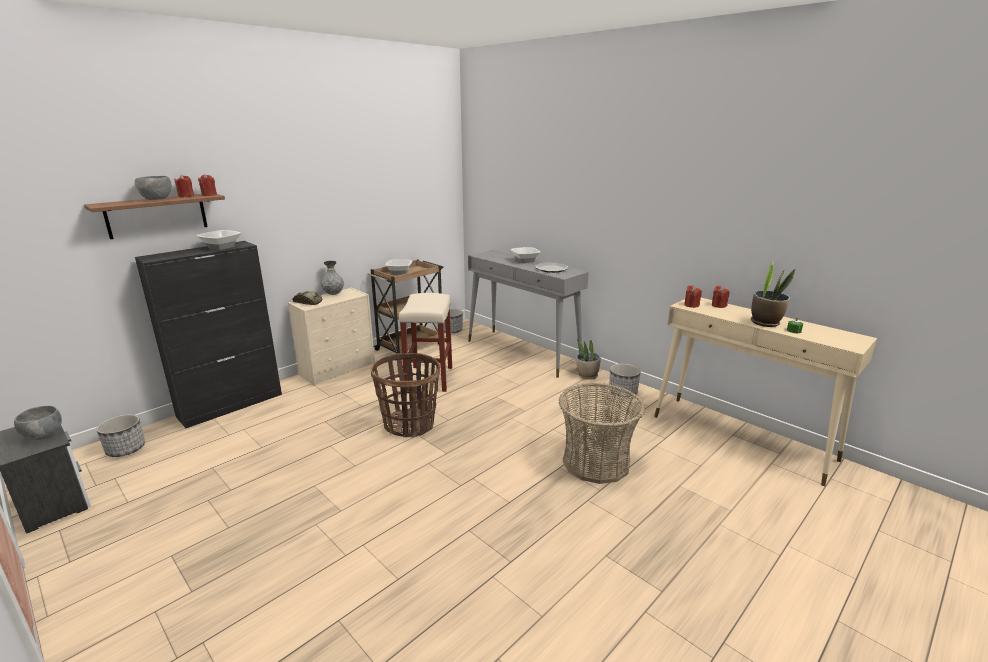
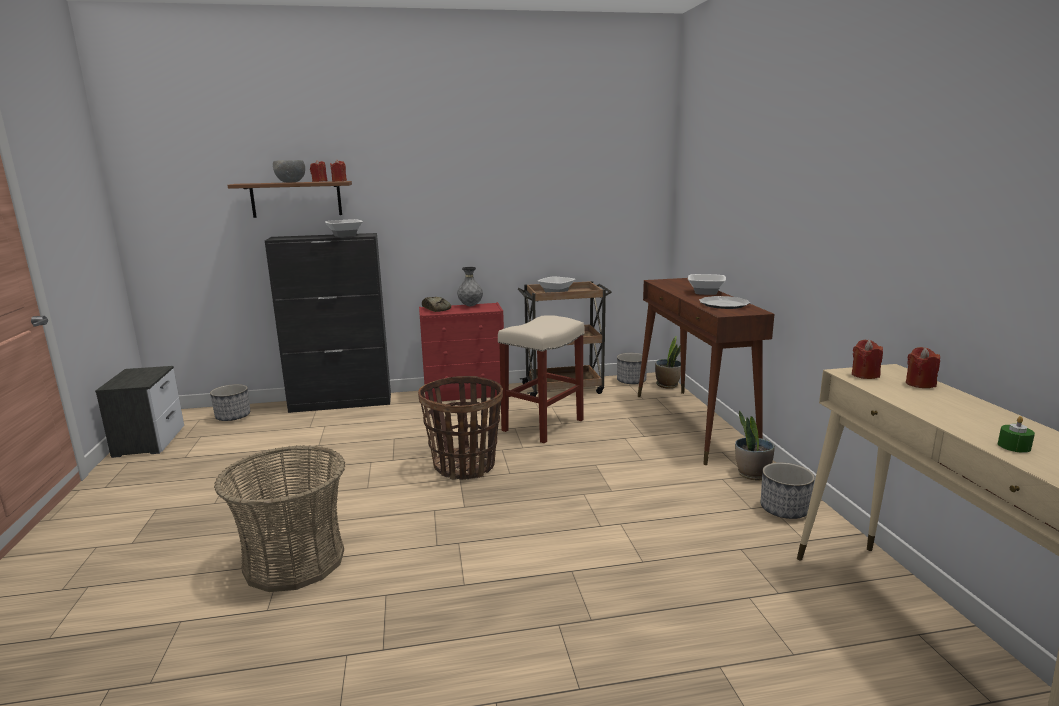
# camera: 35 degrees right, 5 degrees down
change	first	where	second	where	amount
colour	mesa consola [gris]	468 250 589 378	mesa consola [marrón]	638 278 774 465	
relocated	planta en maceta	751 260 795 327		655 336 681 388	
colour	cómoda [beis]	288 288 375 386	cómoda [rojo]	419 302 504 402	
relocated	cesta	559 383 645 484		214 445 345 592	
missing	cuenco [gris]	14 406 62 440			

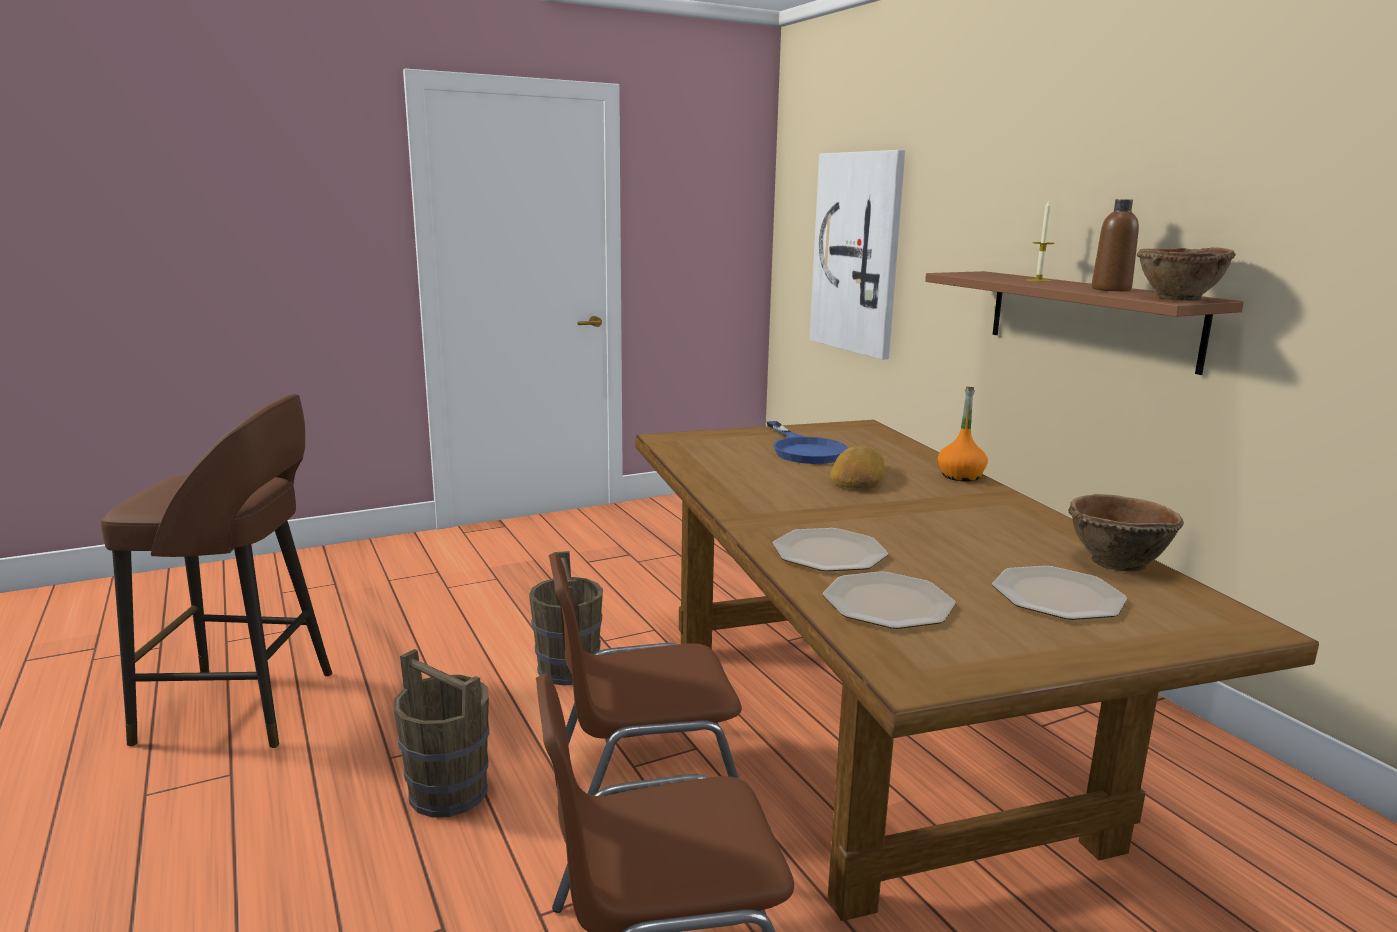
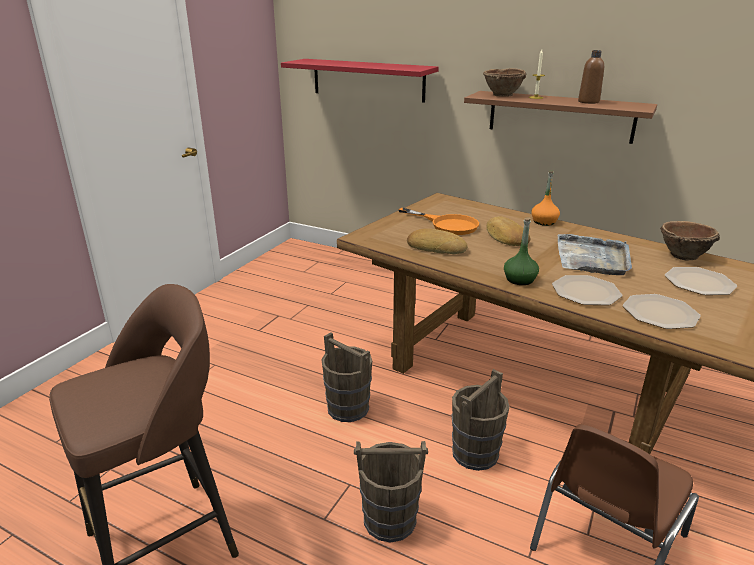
# camera: 35 degrees left, 10 degrees up
change	first	where	second	where	amount
exchanged	cuadro	810 150 905 360	estante [rojo]	281 59 439 103	
relocated	cuenco [marrón]	1137 247 1236 301		483 68 526 97	
colour	sartén [azul]	767 421 848 464	sartén [naranja]	398 208 479 235	
exchanged	silla [marrón]	549 552 742 796	cubo [marrón]	452 369 509 471	
appeared			botella [verde]	504 217 539 285	
appeared			pan	407 229 467 254	
appeared			bandeja [gris]	558 234 632 275	

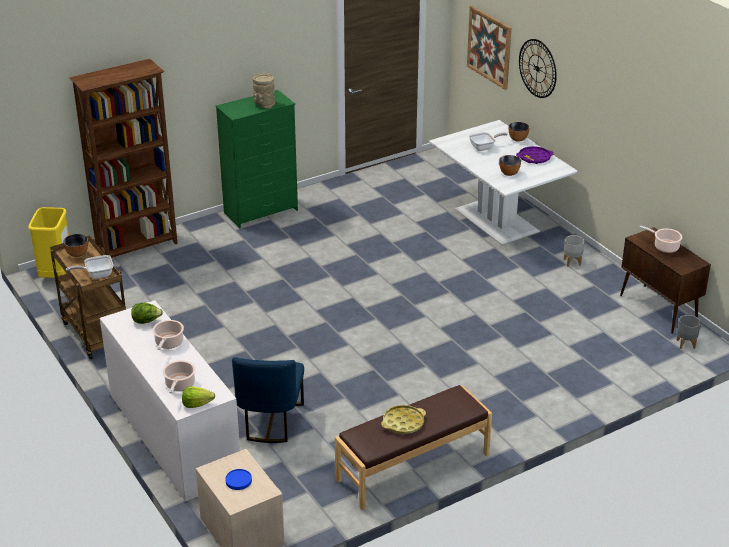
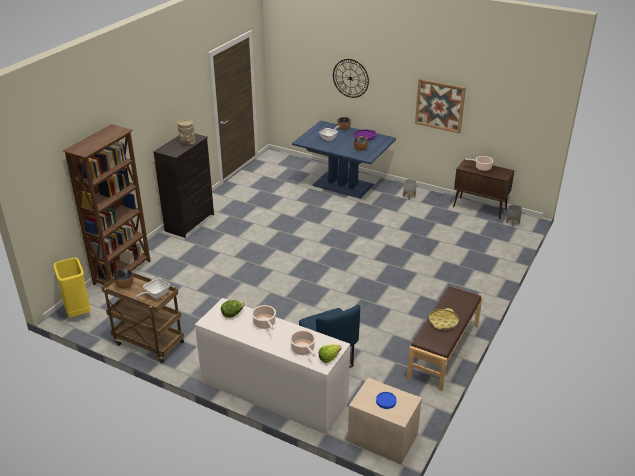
# camera: 30 degrees left, 0 degrees up
change	first	where	second	where	amount
relocated	cuadro	467 6 511 90		415 79 466 133	
colour	cómoda [verde]	216 90 298 228	cómoda [negro]	153 134 214 238	
colour	mesa de comedor [blanco]	429 120 577 245	mesa de comedor [azul]	292 121 396 199	

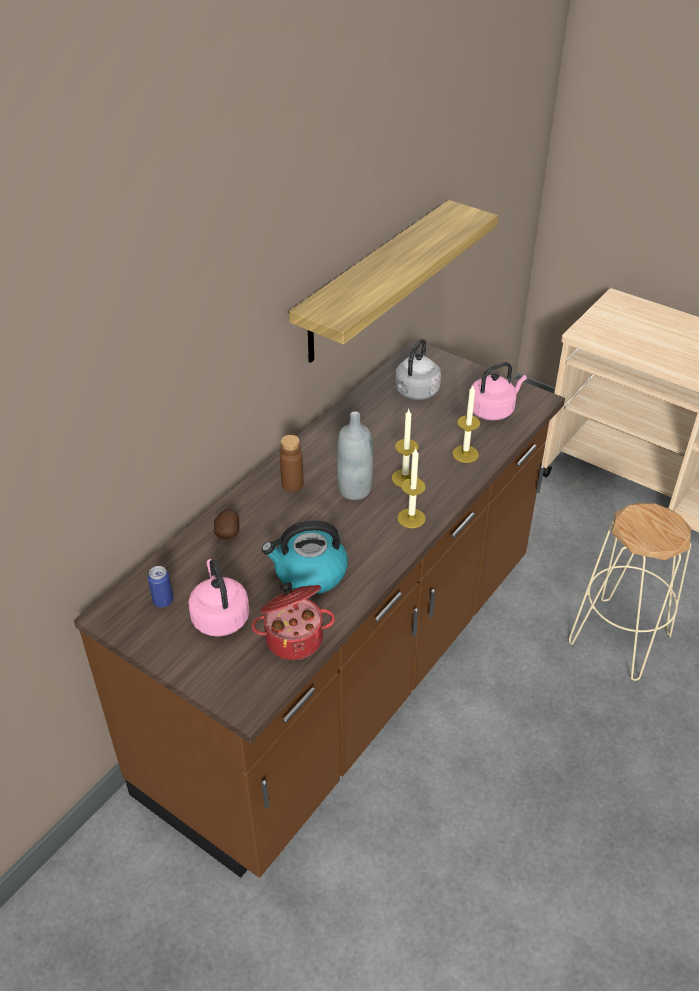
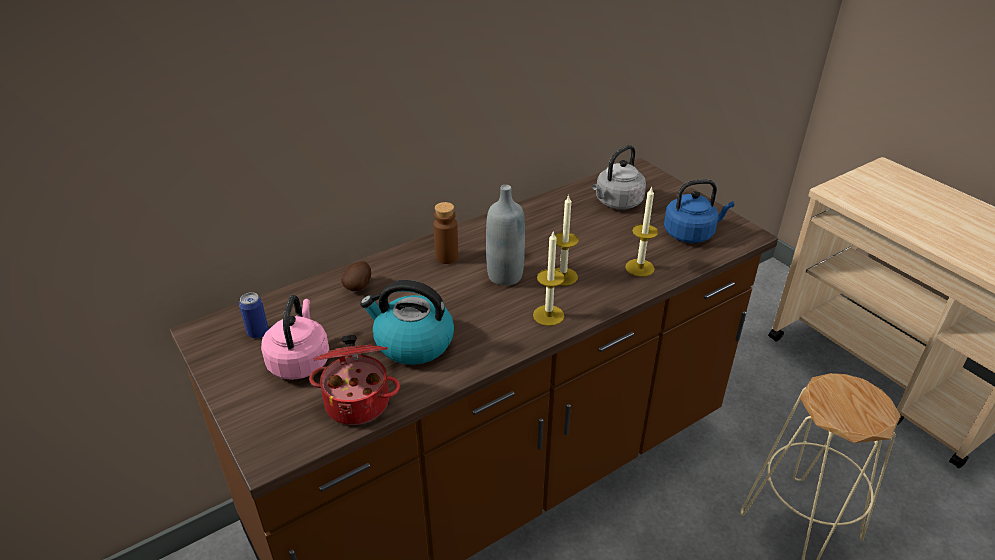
# camera: 20 degrees right, 5 degrees down
change	first	where	second	where	amount
missing	estante	289 200 498 363			
colour	hervidor [rosa]	470 362 527 420	hervidor [azul]	664 179 734 243	

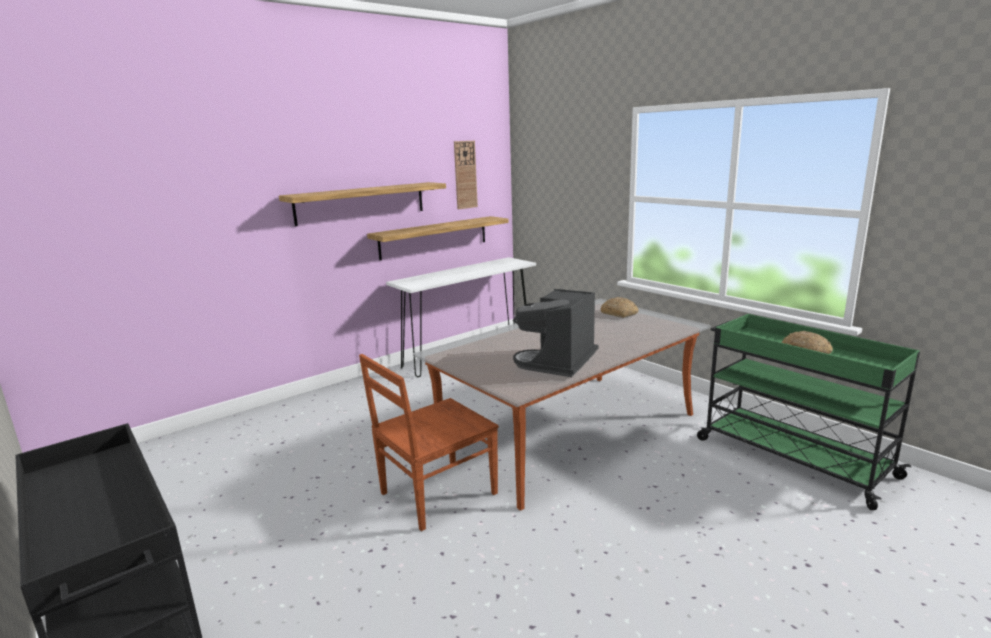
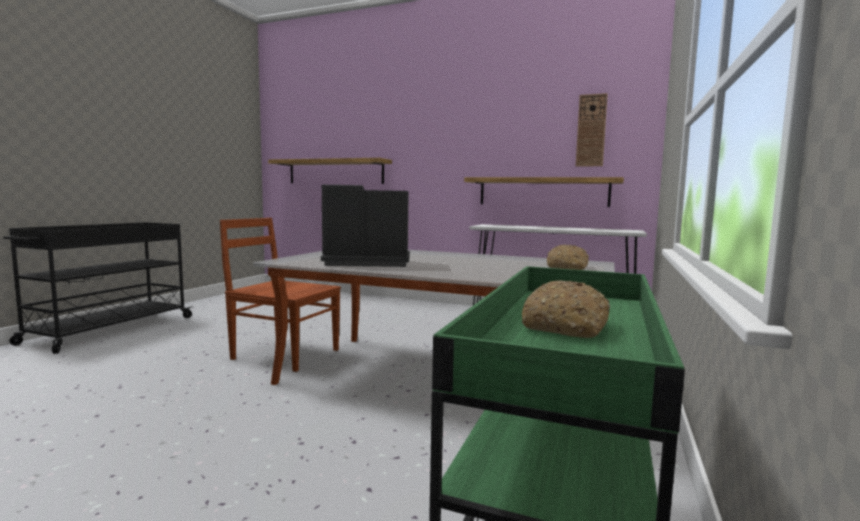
# camera: 60 degrees right, 10 degrees down
change	first	where	second	where	amount
relocated	estante	279 182 446 226		268 158 392 184	

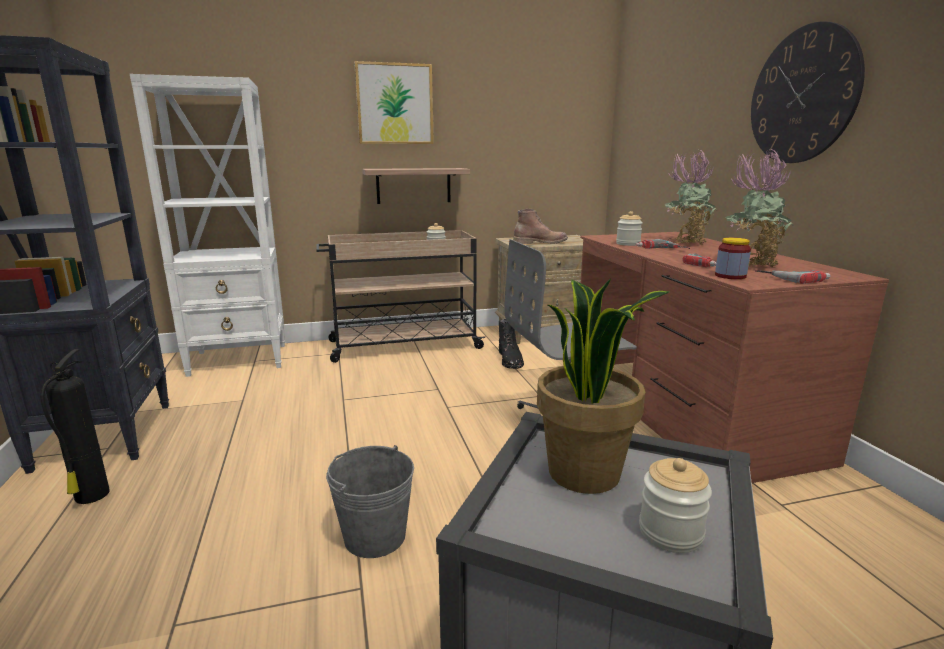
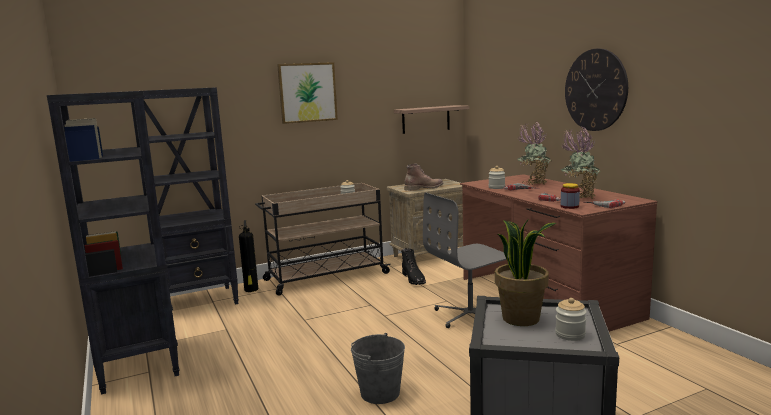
# camera: 10 degrees left, 5 degrees down
change	first	where	second	where	amount
colour	estantería [blanco]	130 74 285 377	estantería [negro]	143 87 239 305	
relocated	estante	362 168 470 204		394 105 469 134	
relocated	extintor	40 349 110 504		239 220 258 292	

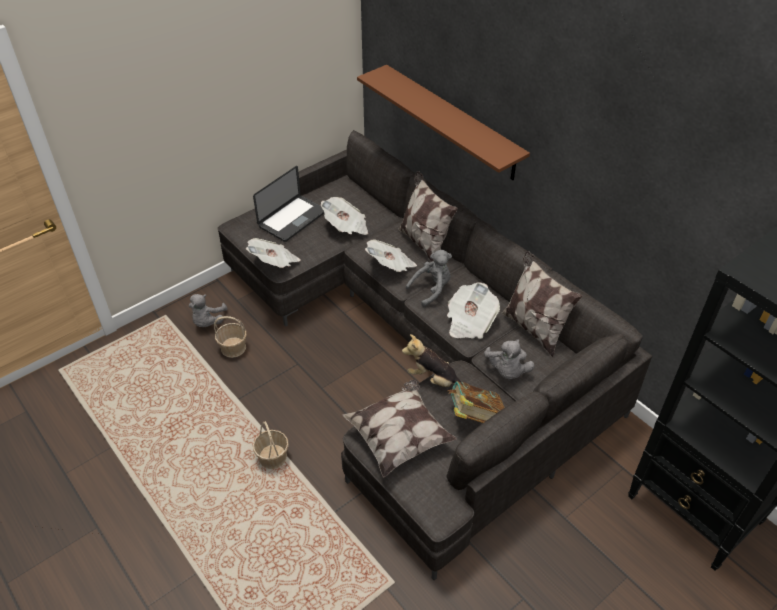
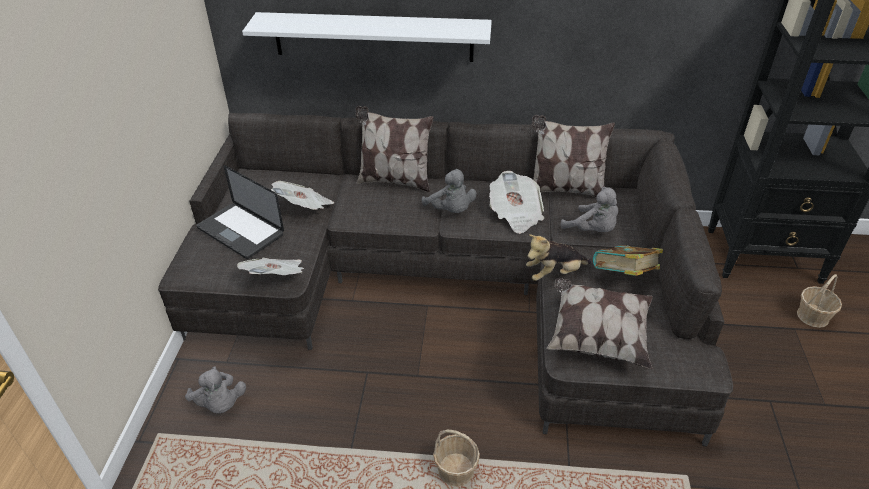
# camera: 45 degrees left, 5 degrees down
change	first	where	second	where	amount
colour	estante [marrón]	357 65 530 180	estante [blanco]	242 12 492 62	
spun	portátil	253 166 324 242		196 165 284 259	135 degrees clockwise
missing	periódico	365 239 417 272			
spun	peluche [gris]	405 250 452 307		422 169 477 213	135 degrees clockwise
relocated	cesta	214 316 247 358		797 274 842 328	

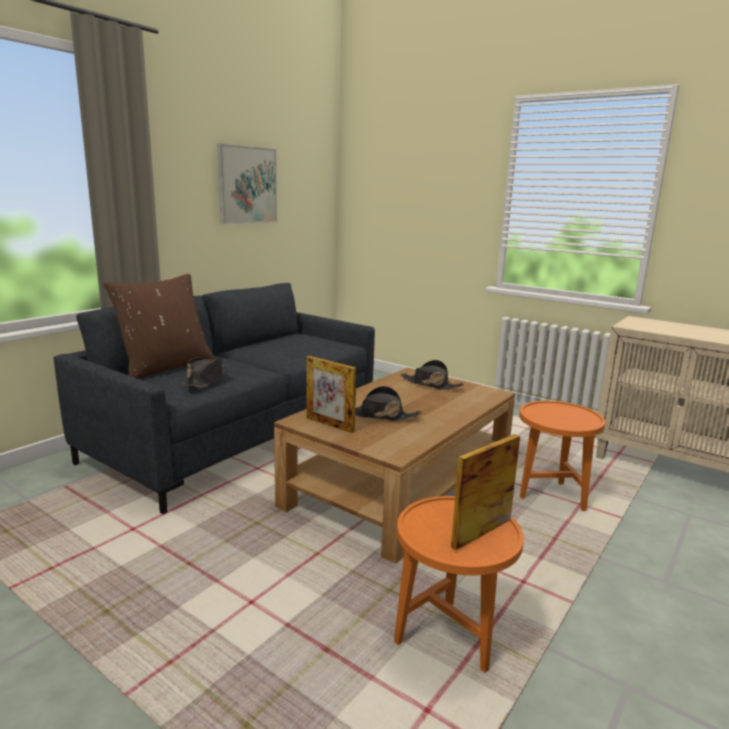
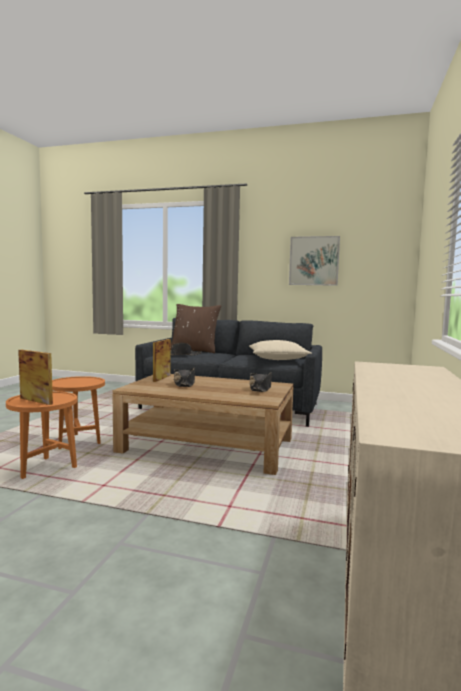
# camera: 70 degrees right, 10 degrees down
change	first	where	second	where	amount
relocated	mesa auxiliar [naranja]	519 401 605 511		52 376 105 449	
appeared			cojín [beis]	249 340 312 360	

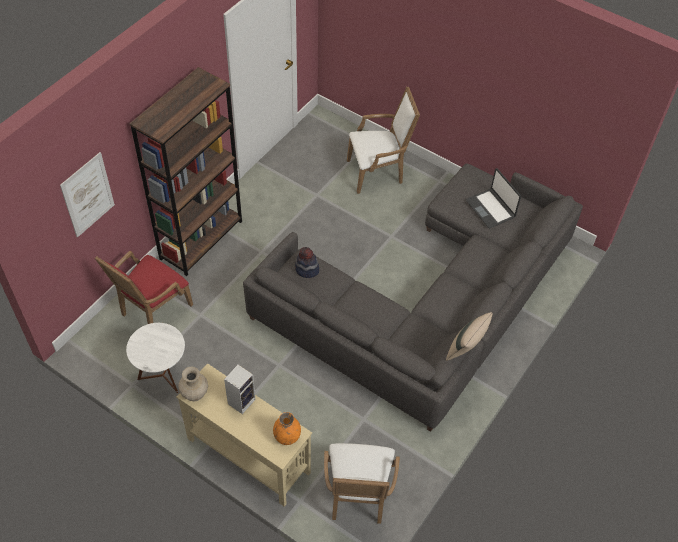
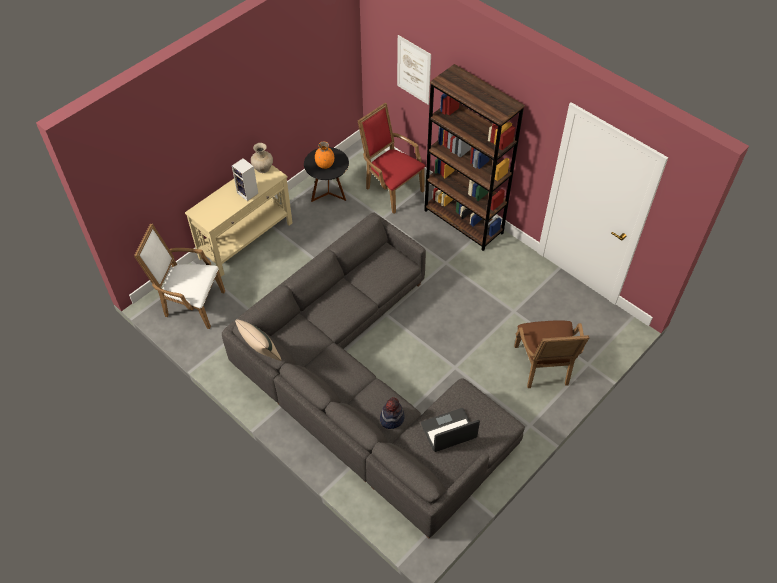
# camera: 100 degrees right, 0 degrees up
change	first	where	second	where	amount
colour	sillón [blanco]	347 86 420 194	sillón [marrón]	514 321 589 388	
relocated	sombrero	295 247 319 278		380 397 405 429	
colour	mesa auxiliar [blanco]	126 323 185 393	mesa auxiliar [negro]	304 147 349 202	
relocated	florero [naranja]	273 412 301 445		315 142 334 169	

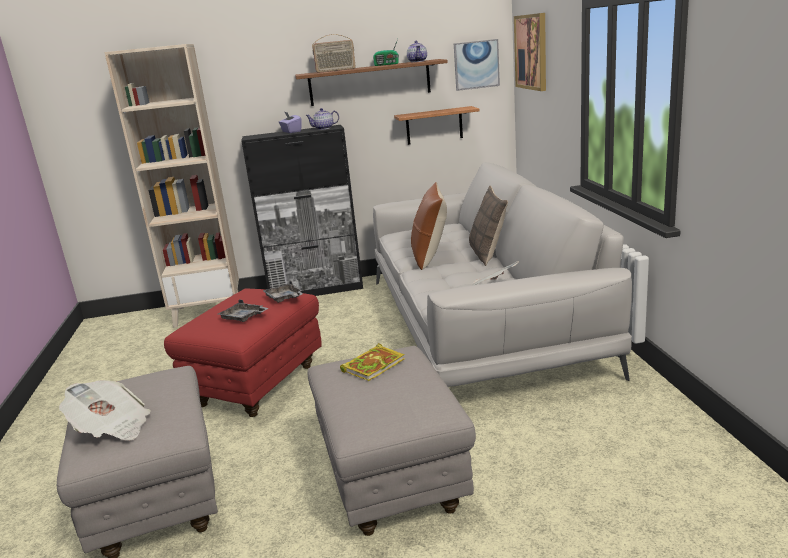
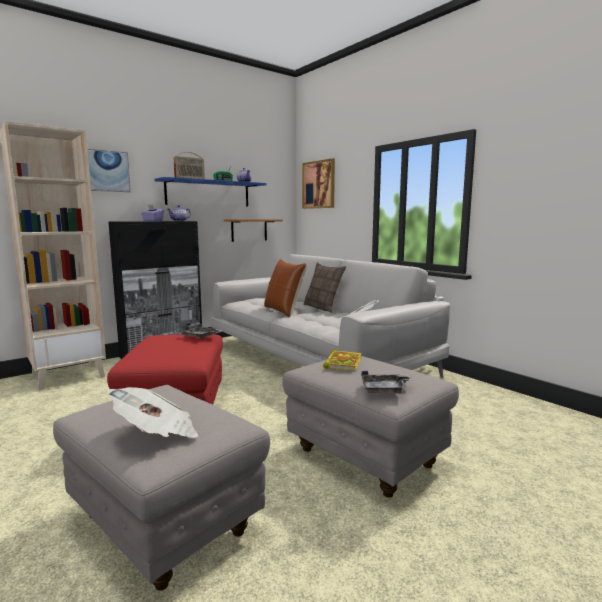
# camera: 30 degrees left, 10 degrees down
change	first	where	second	where	amount
relocated	cuadro	454 39 500 91		87 149 131 192	
colour	estante [marrón]	295 59 448 106	estante [azul]	155 177 267 206	
relocated	bandeja [gris]	218 300 268 322		361 371 413 393	

